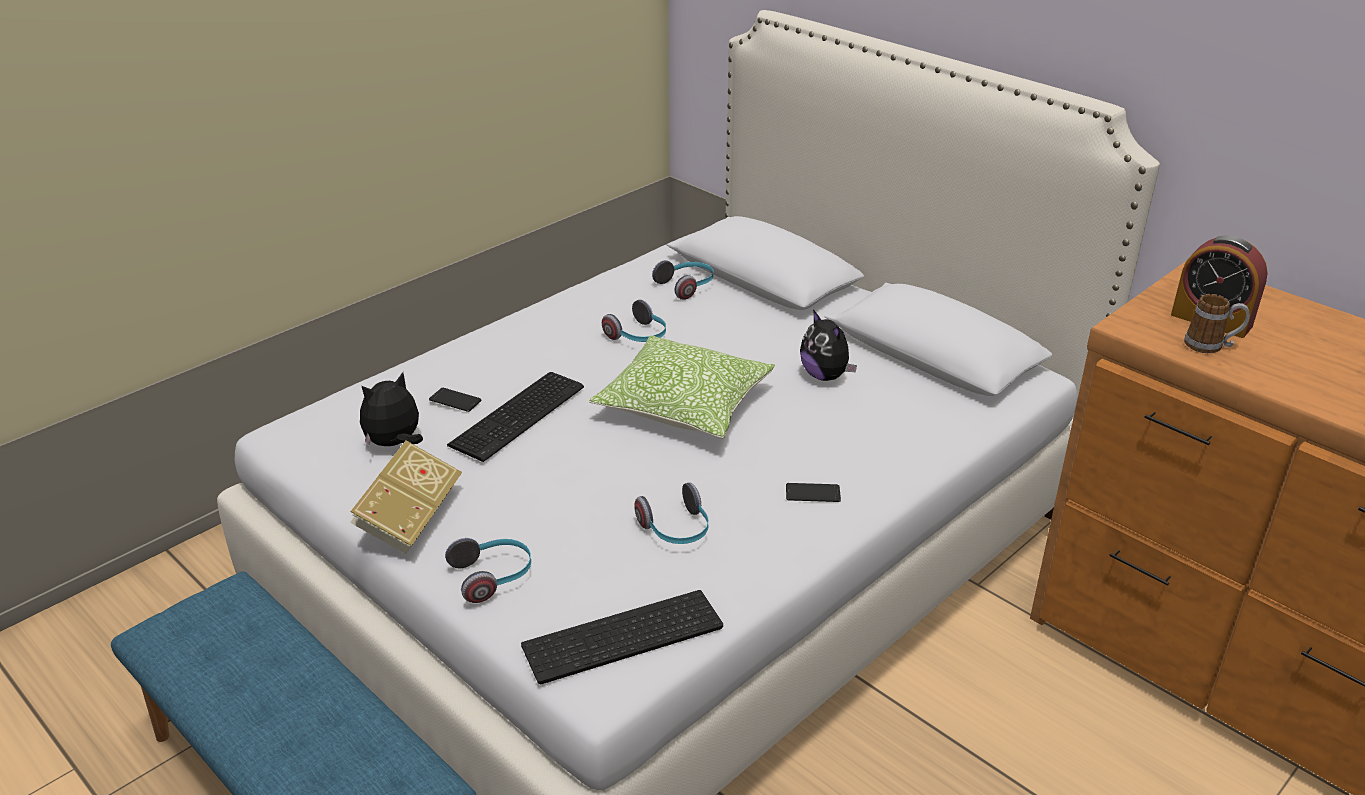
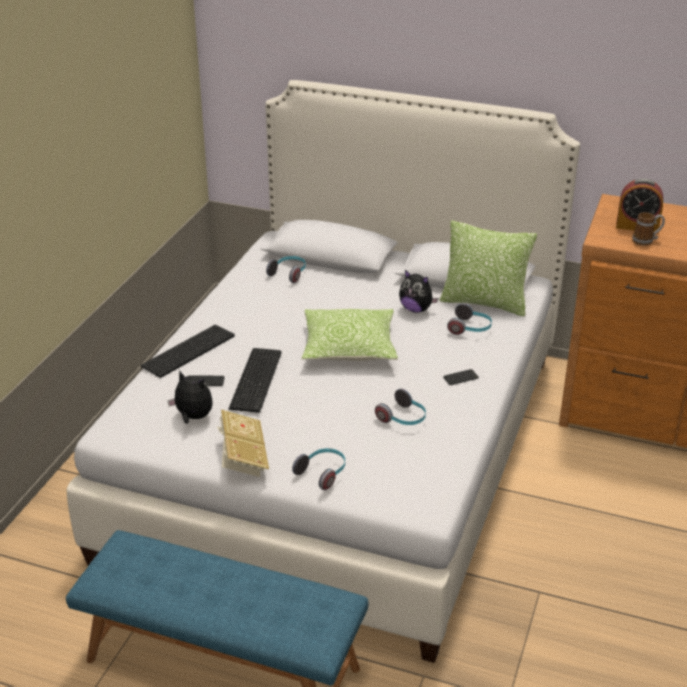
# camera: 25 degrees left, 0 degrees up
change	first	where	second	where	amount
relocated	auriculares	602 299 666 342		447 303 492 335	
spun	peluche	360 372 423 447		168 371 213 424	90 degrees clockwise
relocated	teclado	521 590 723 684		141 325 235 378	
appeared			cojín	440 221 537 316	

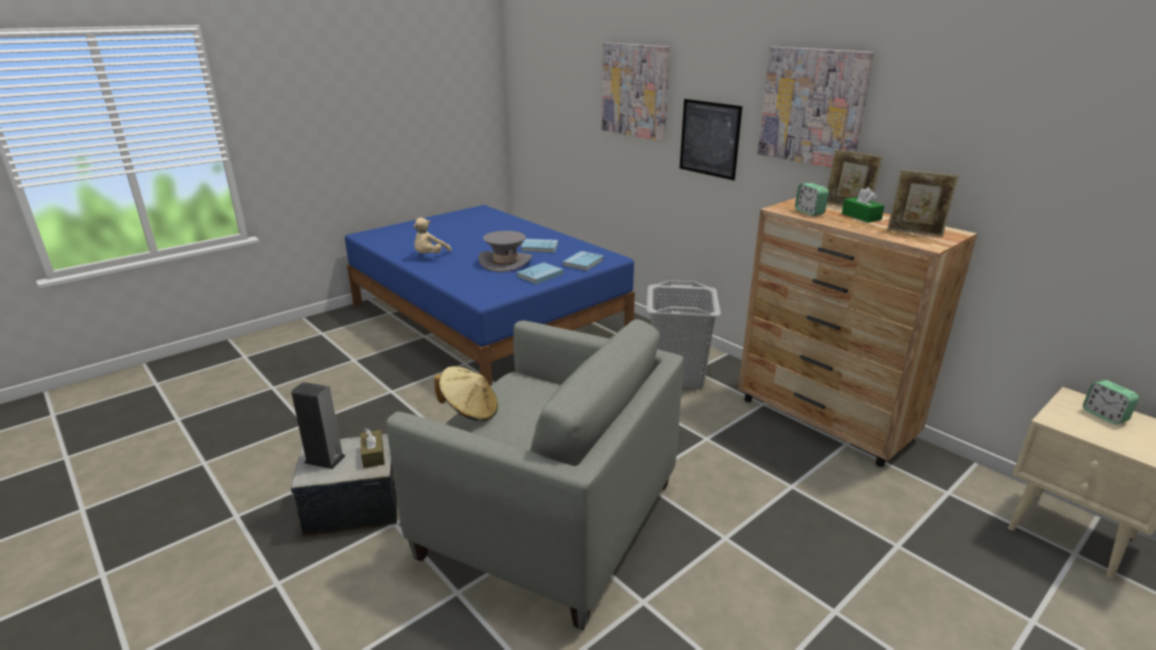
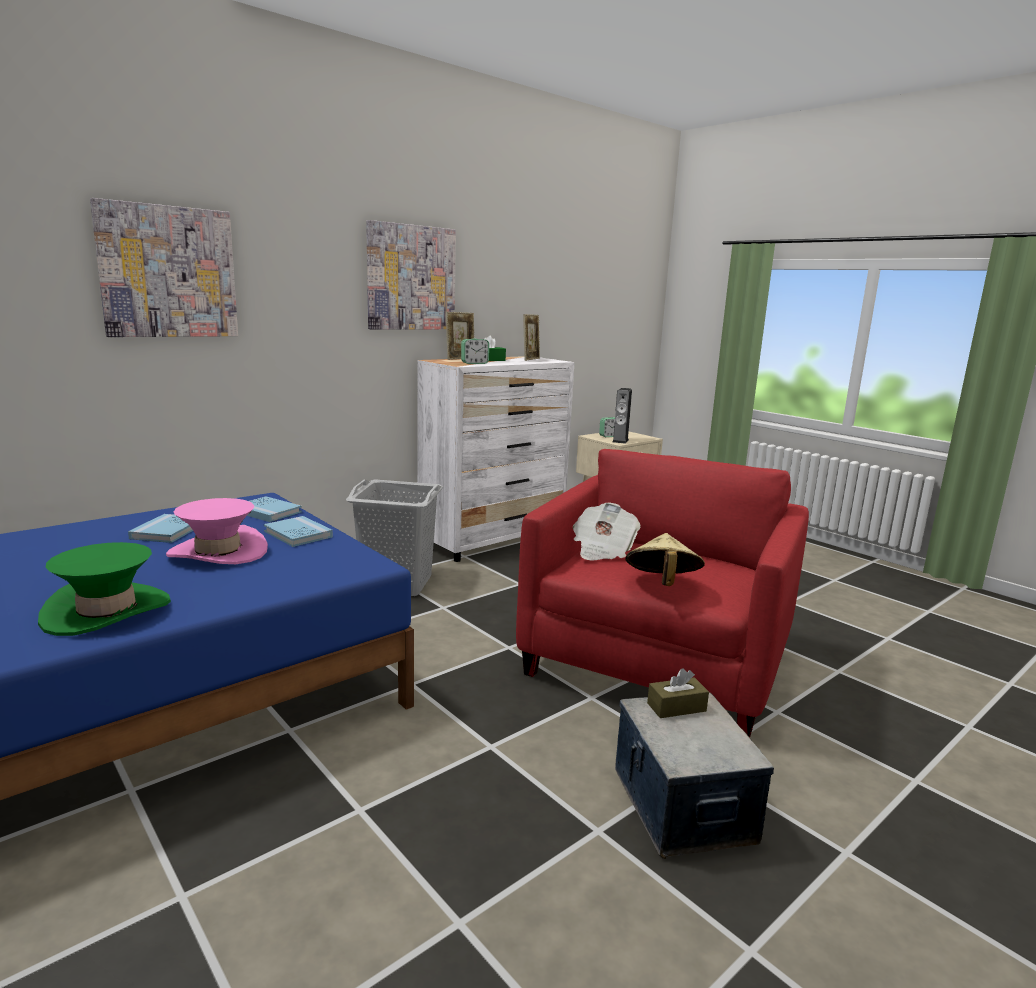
# camera: 90 degrees left, 10 degrees down
change	first	where	second	where	amount
missing	cuadro	680 99 742 180			
colour	cómoda [marrón]	738 198 977 467	cómoda [blanco]	417 356 575 562	
exchanged	peluche [beis]	413 218 451 253	sombrero [verde]	38 542 171 636	
colour	sombrero [gris]	478 231 532 272	sombrero [rosa]	166 498 268 564	
colour	sillón [gris]	386 319 684 630	sillón [rojo]	516 449 809 737	
relocated	altavoz	292 382 345 469		612 388 632 444	
appeared			periódico	572 502 641 560	

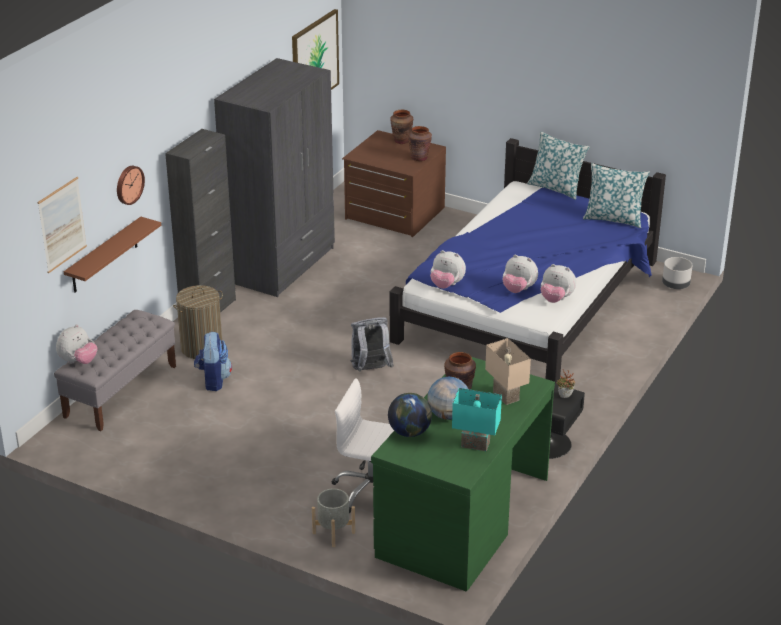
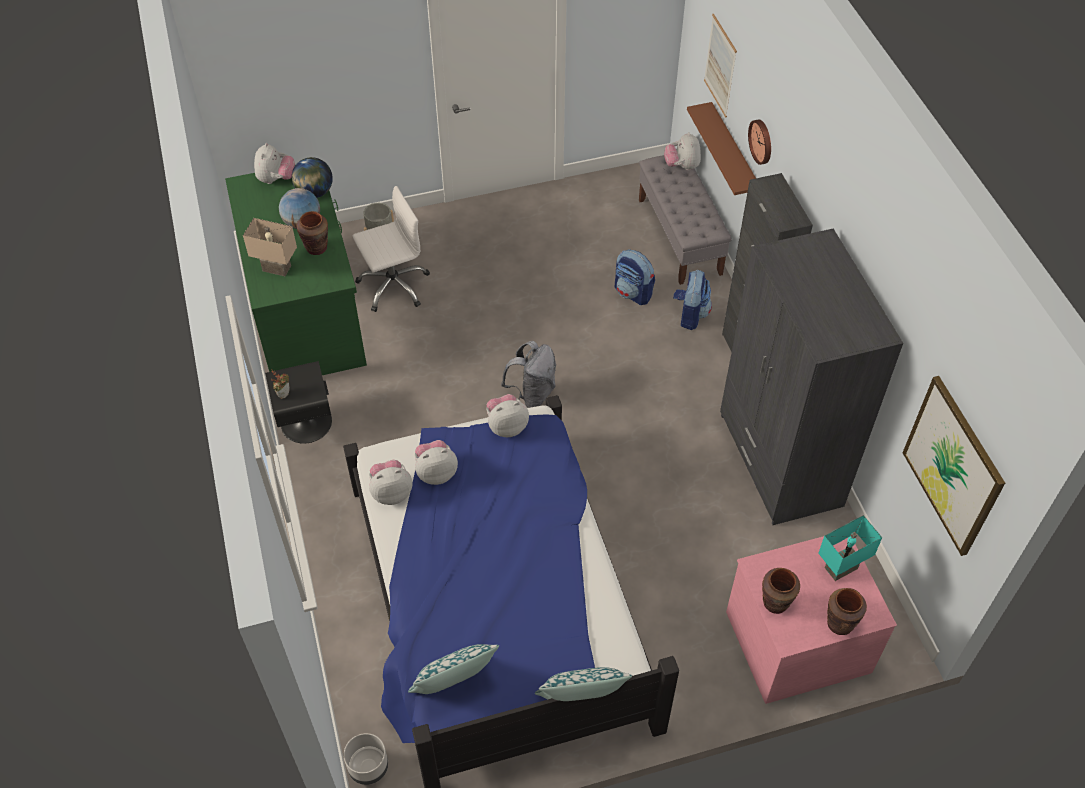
# camera: 135 degrees right, 20 degrees up
change	first	where	second	where	amount
colour	cómoda [marrón]	342 130 446 237	cómoda [rosa]	726 536 897 704	
exchanged	cesto de la ropa	173 285 223 359	mochila	673 270 712 330	
relocated	lámpara de mesa [turquesa]	452 388 502 451		818 515 882 581	
appeared			peluche	254 143 295 184	

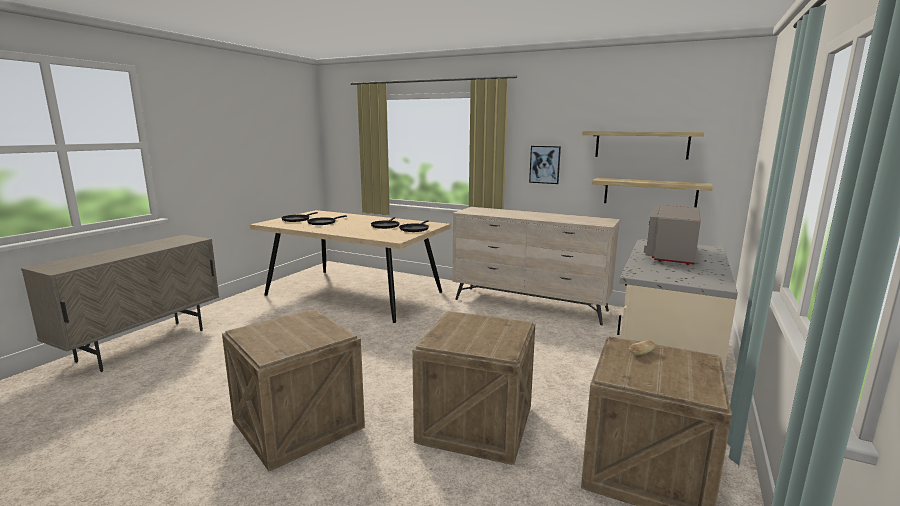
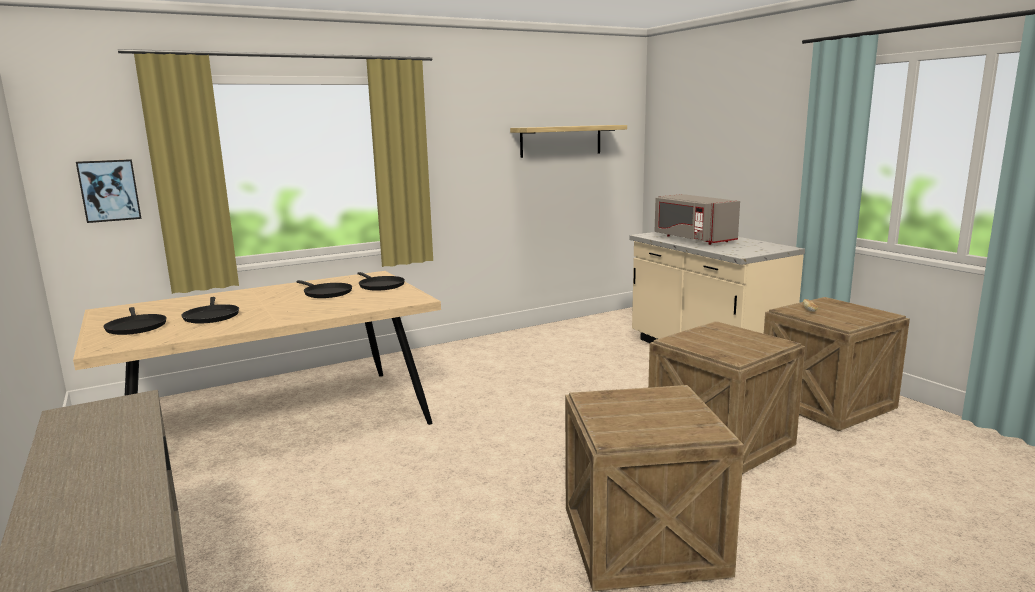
# camera: 55 degrees left, 0 degrees up
change	first	where	second	where	amount
relocated	cuadro	529 146 561 184		76 159 141 223	
missing	estante	592 178 713 207			
missing	cómoda [beis]	453 207 620 325			

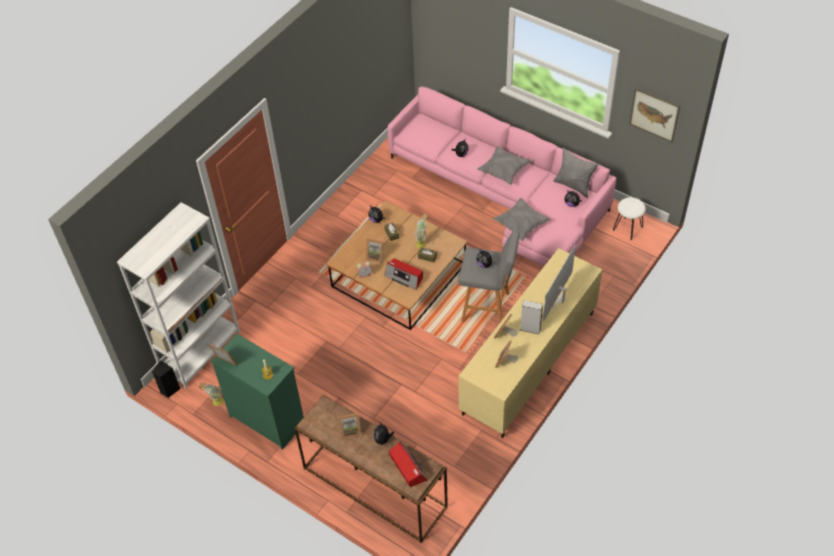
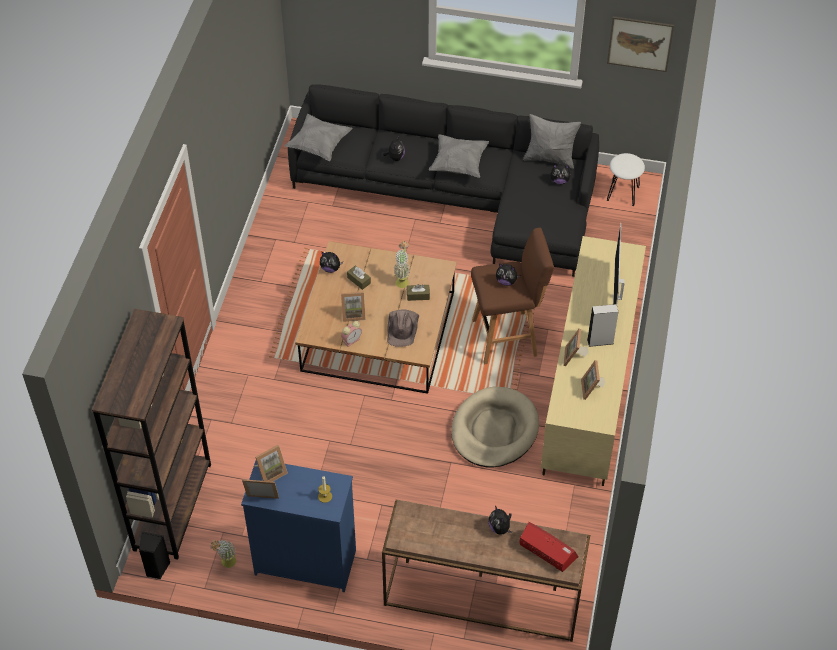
# camera: 25 degrees left, 0 degrees up
change	first	where	second	where	amount
colour	sofá [rosa]	388 86 616 266	sofá [negro]	288 85 599 277	
relocated	cojín [gris]	493 198 551 241		284 114 353 161	
colour	estantería [blanco]	117 202 240 388	estantería [marrón]	92 309 211 560	
colour	taburete [gris]	458 231 520 324	taburete [marrón]	471 228 554 364	
exchanged	radio	384 258 423 290	sombrero [marrón]	387 310 419 347	
colour	cómoda [verde]	211 334 304 450	cómoda [azul]	241 461 356 592	
relocated	portarretratos	338 413 362 440		254 445 288 482	
appeared			cama para perro [beis]	451 387 539 467	

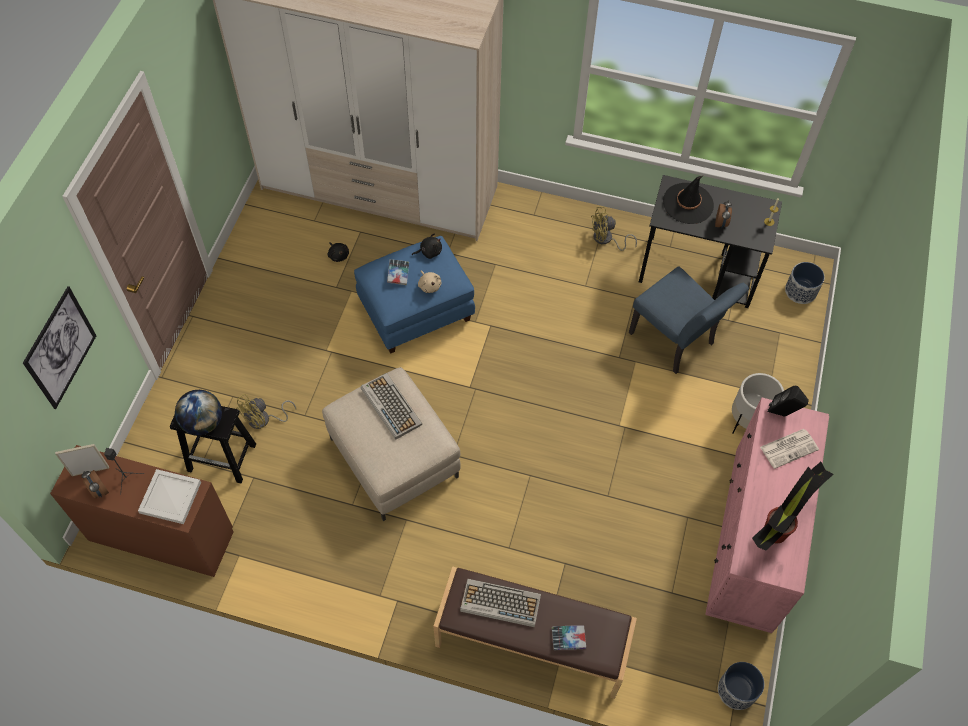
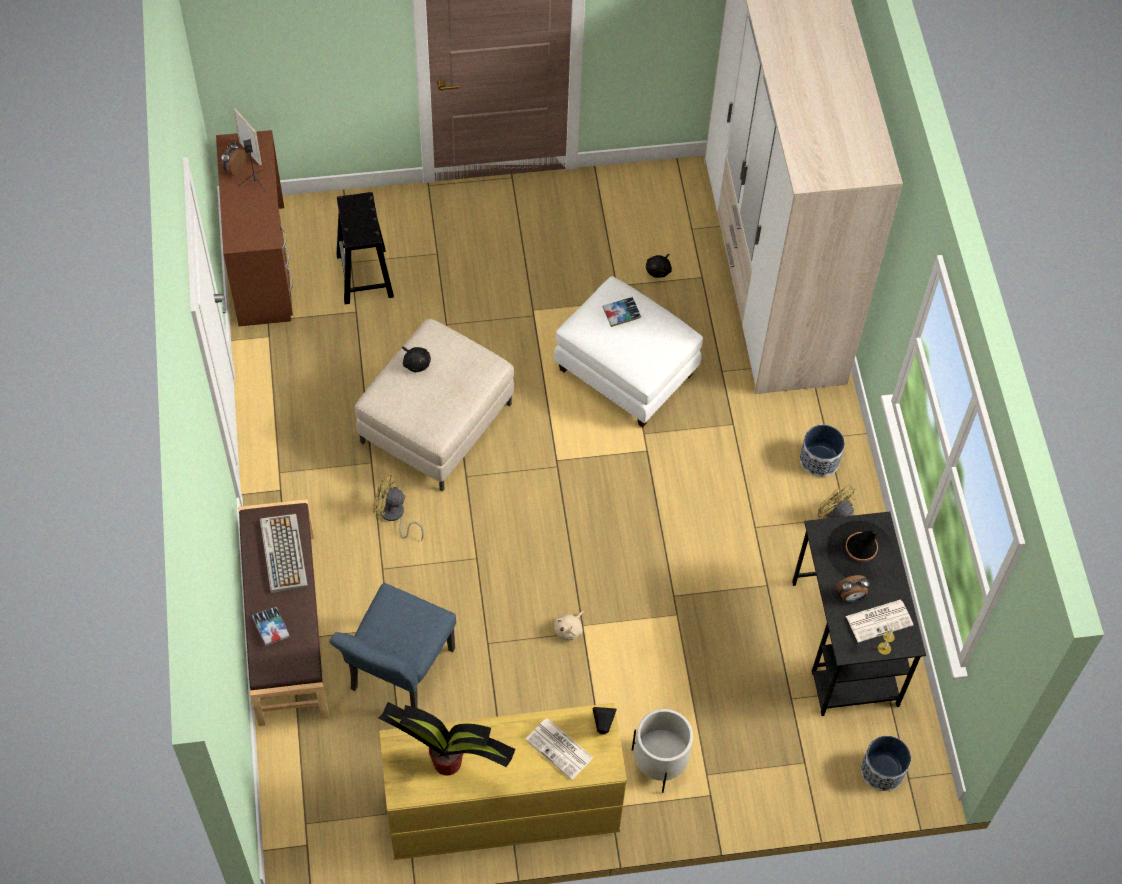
# camera: 65 degrees right, 0 degrees up
change	first	where	second	where	amount
relocated	peluche [negro]	412 233 442 259		402 346 431 372	
colour	puf [azul]	354 236 475 354	puf [blanco]	554 276 703 428	
relocated	silla [azul]	629 266 749 374		329 583 456 708	
relocated	peluche [beis]	418 270 442 293		554 611 584 640	
missing	cuadro	23 286 97 409			
missing	teclado	361 373 422 440			
missing	globo terráqueo	175 390 222 435			
relocated	ventilador [amarillo]	236 394 296 429		373 473 424 541	
colour	cómoda [rosa]	705 397 829 633	cómoda [amarillo]	379 703 627 860	
missing	bandeja [blanco]	138 469 201 524			
relocated	maceta	718 662 764 710		800 425 845 477	
appeared			periódico	846 600 913 643	

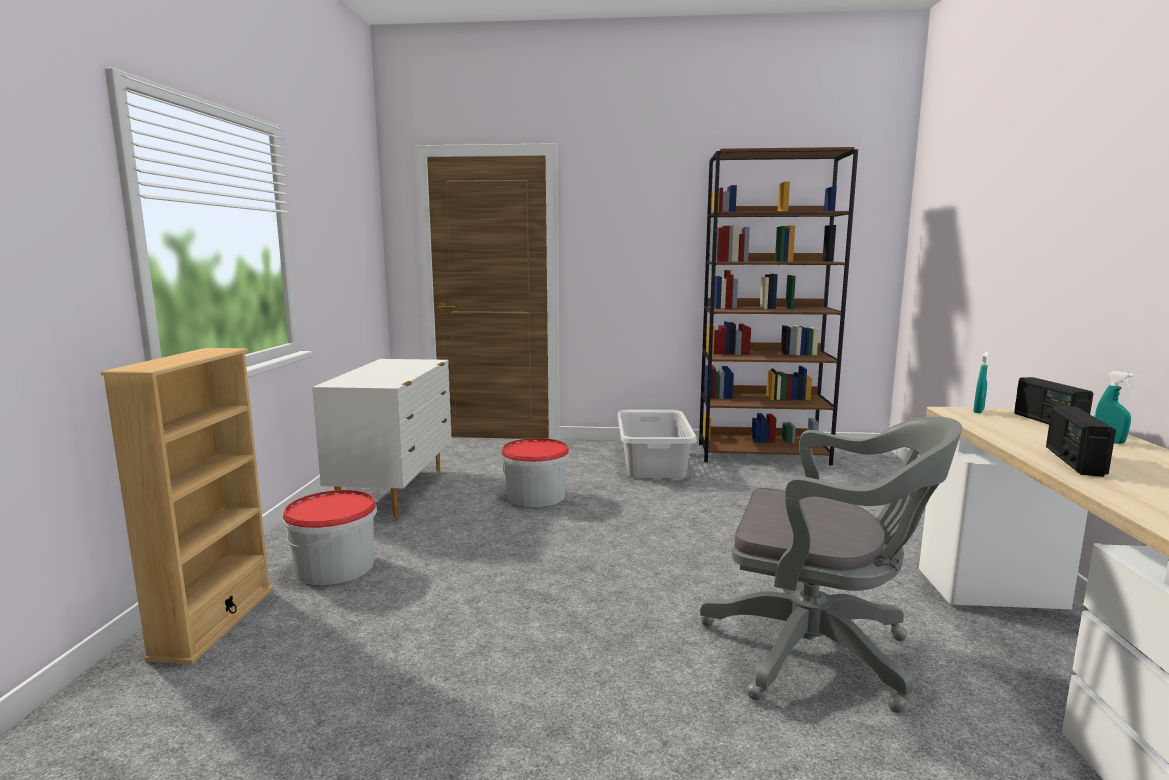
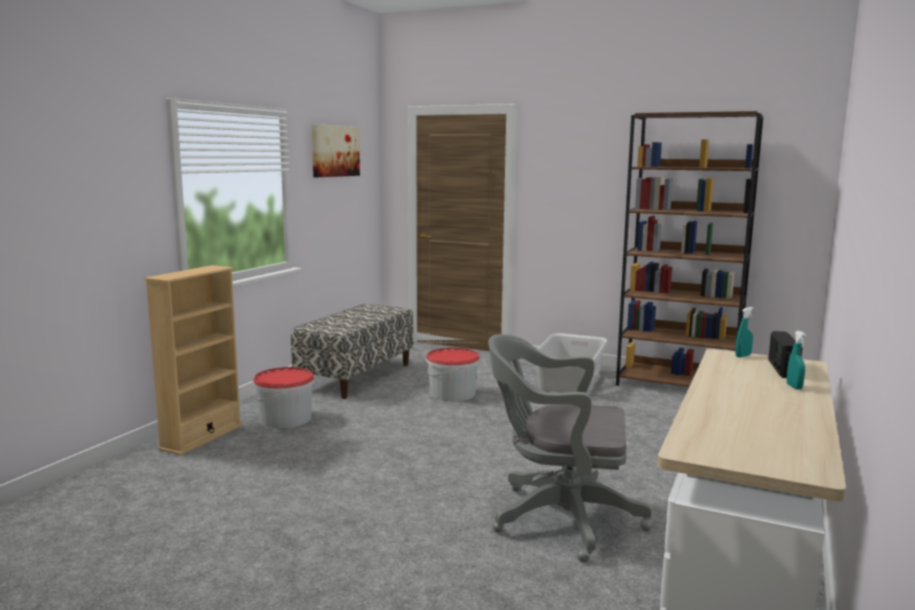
# camera: 20 degrees right, 0 degrees up
change	first	where	second	where	amount
exchanged	cómoda [blanco]	312 359 452 518	banco	291 304 413 399	
missing	radio	1046 405 1116 477			
spun	silla de oficina [gris]	700 416 962 713		488 334 652 562	150 degrees clockwise
appeared			cuadro	312 124 360 177	

